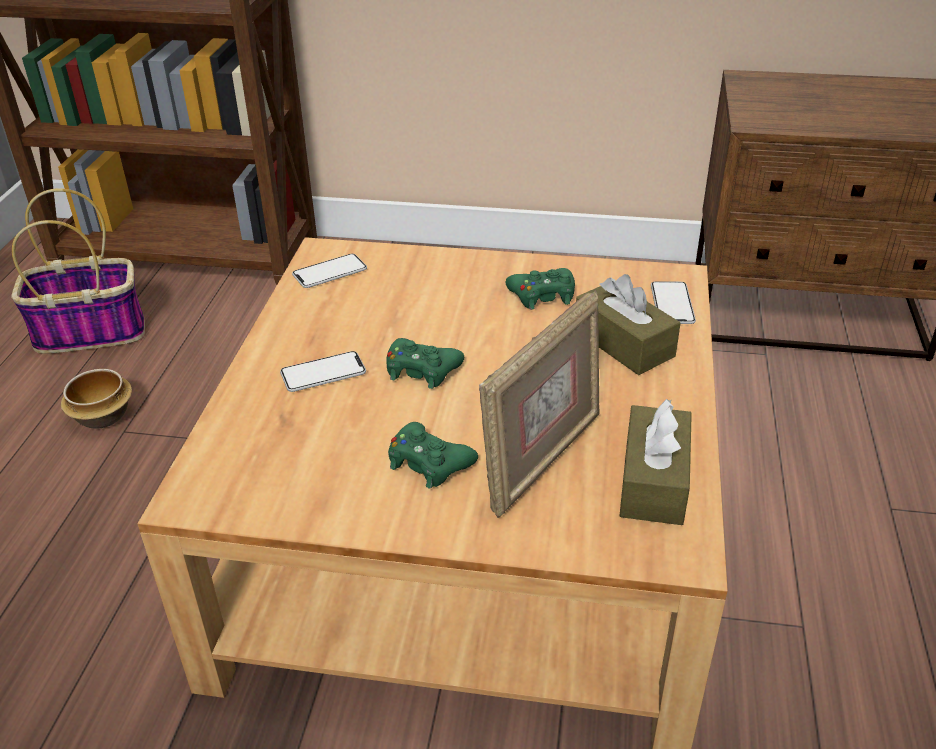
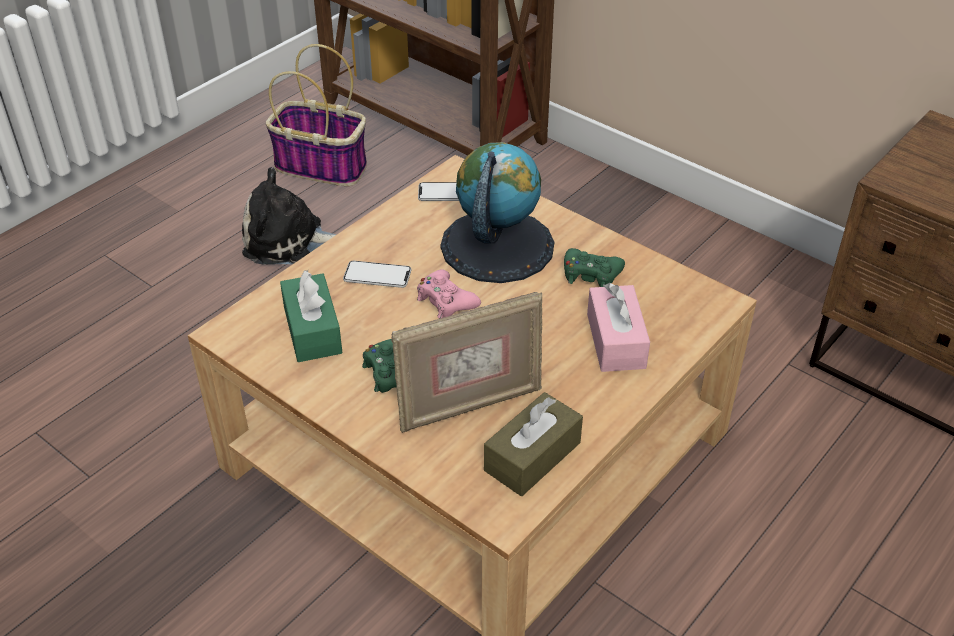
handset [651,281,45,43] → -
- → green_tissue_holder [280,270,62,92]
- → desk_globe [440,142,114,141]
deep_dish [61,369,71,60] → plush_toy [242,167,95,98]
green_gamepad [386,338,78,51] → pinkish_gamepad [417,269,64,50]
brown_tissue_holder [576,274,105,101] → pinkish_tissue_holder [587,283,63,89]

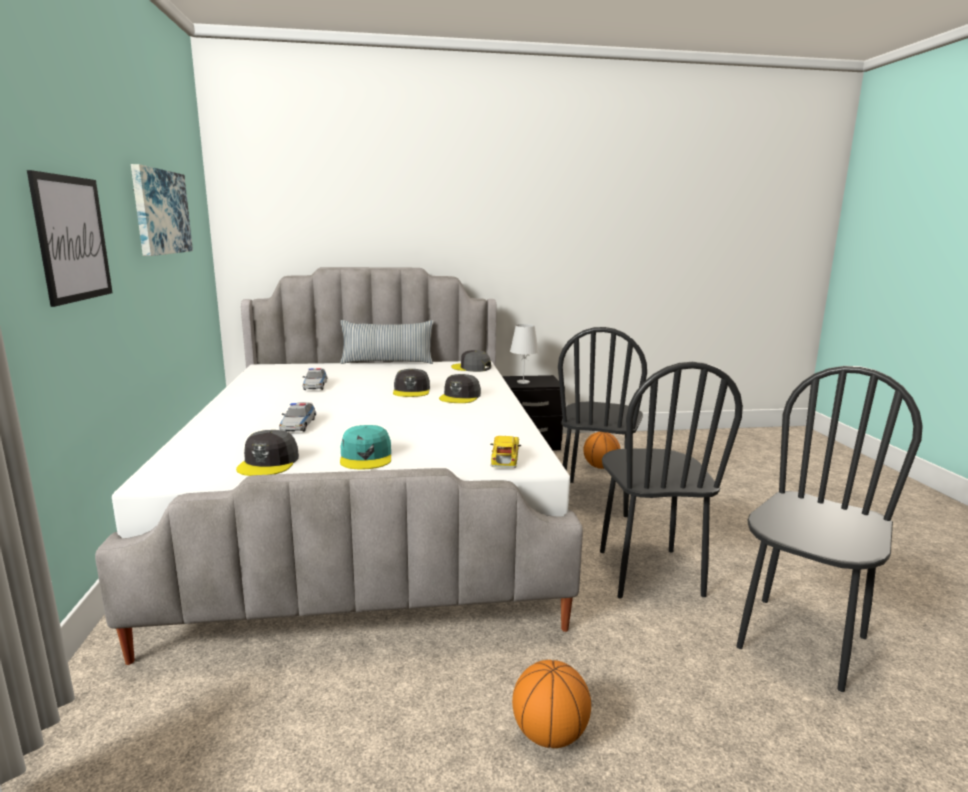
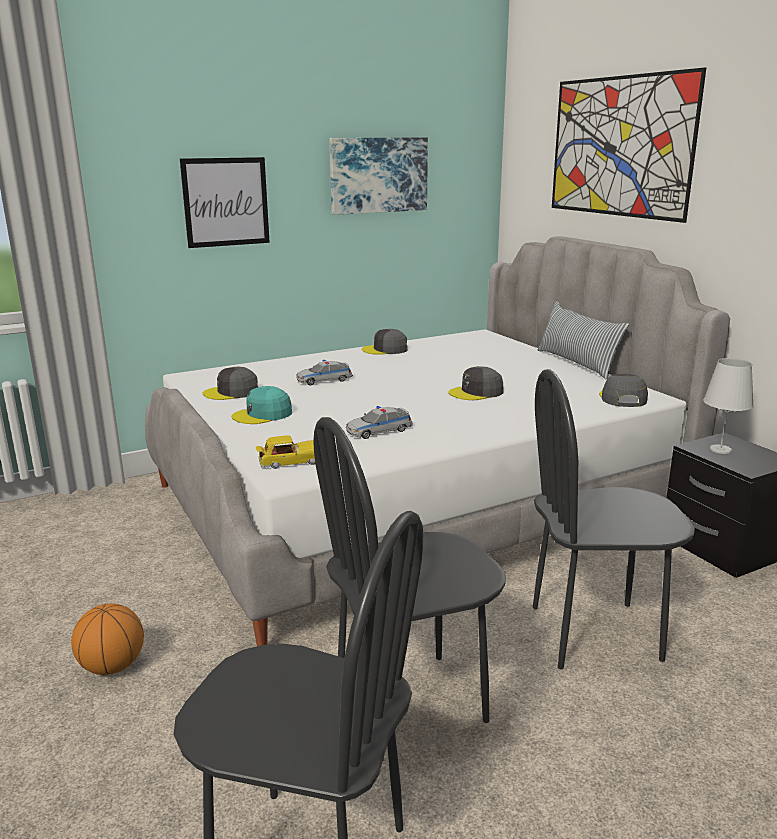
ball_for_basketball [583,432,37,37] → -
- → wall_art [552,67,154,156]
toy_car [302,368,25,22] → toy_car [346,406,67,33], move
grey_cap [439,374,42,29] → grey_cap [362,329,46,26], move

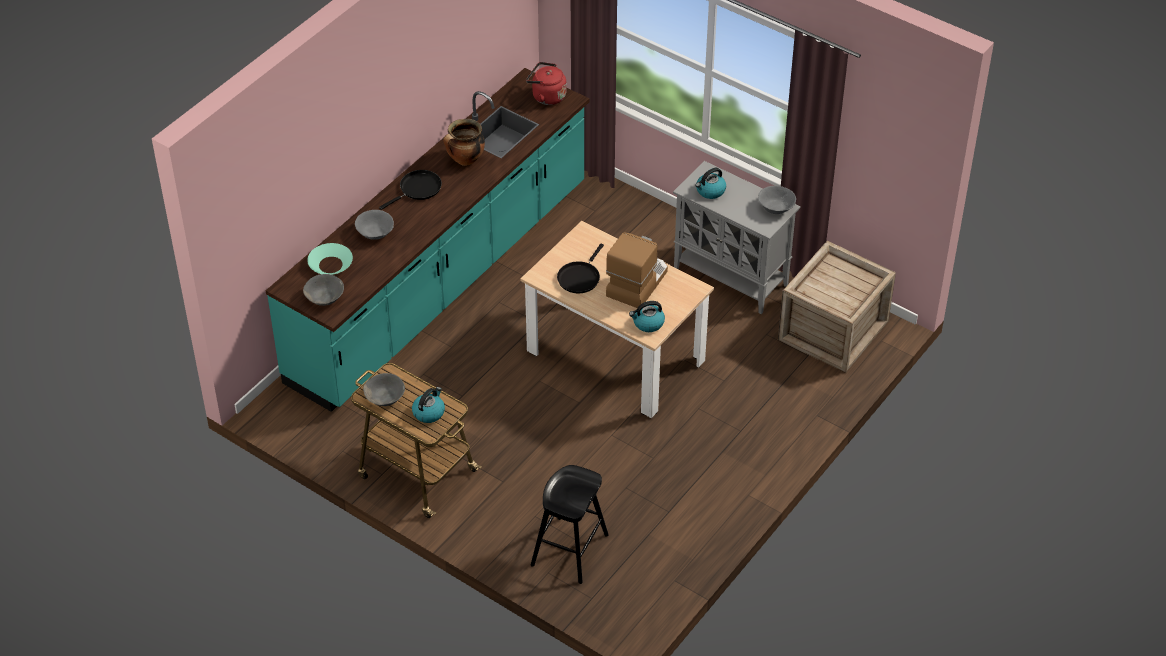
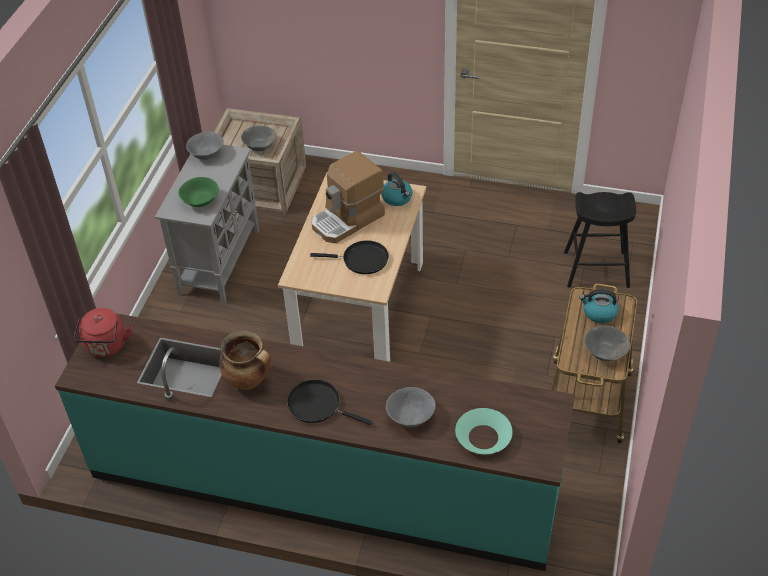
grey_deep_dish [303,274,41,32] → grey_deep_dish [241,126,36,25], move
water_kettle [695,168,31,31] → green_deep_dish [178,177,41,30]
coffee_maker [606,232,62,76] → coffee_maker [312,151,73,92], 45 degrees counterclockwise

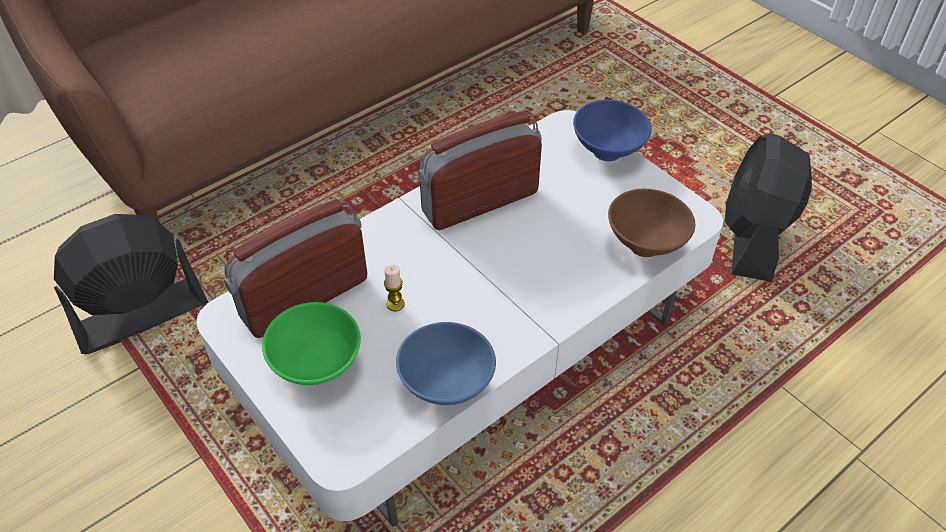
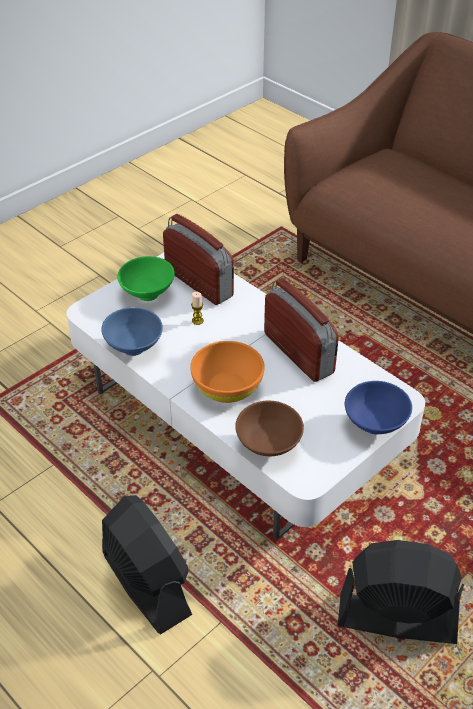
- → orange-coloured_deep_dish [190,341,75,62]
black-coloured_electric_fan [54,214,154,140] → black-coloured_electric_fan [102,495,90,139], move

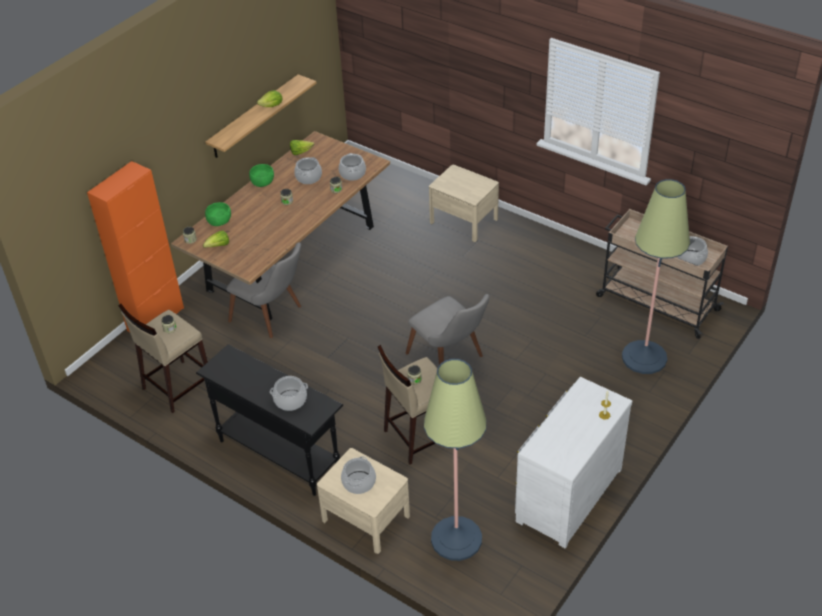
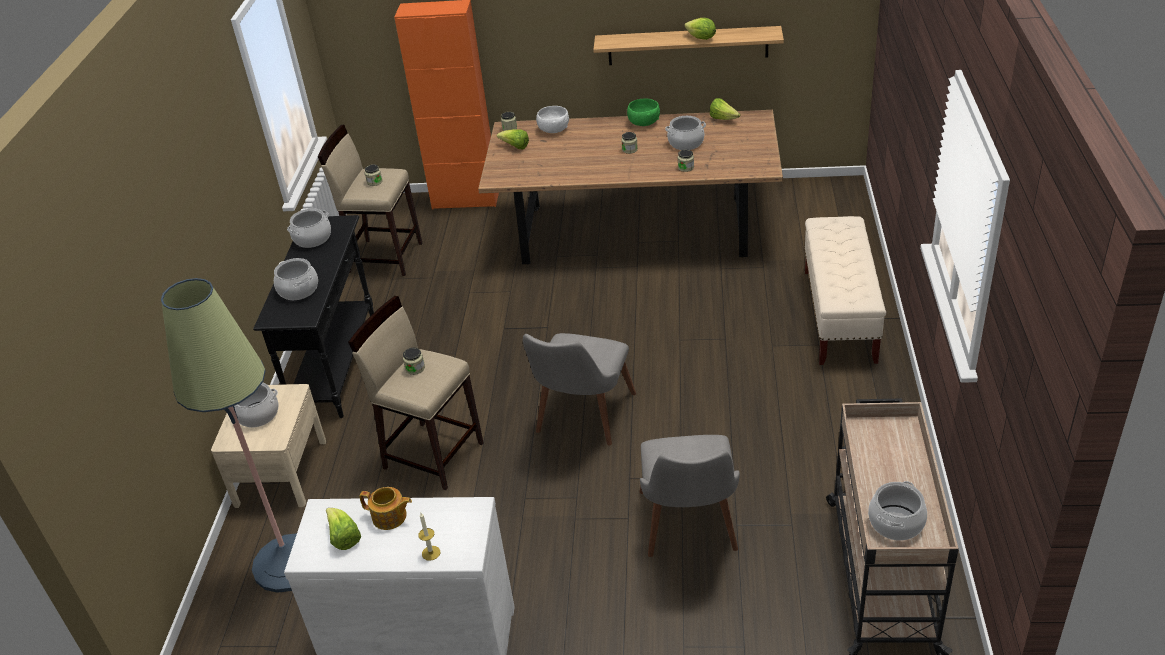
standard_lamp [622,179,68,195] → -
- → lettuce [326,508,35,42]
- → teapot [360,487,52,43]
grey_chair [226,243,75,95] → grey_chair [640,435,100,122], move
stockpot [339,153,27,28] → stockpot [287,208,44,40], move
beige_night_table [429,165,70,77] → beige_bench [804,216,82,149]
green_deep_dish [205,202,26,24] → whitish_deep_dish [536,106,33,27]

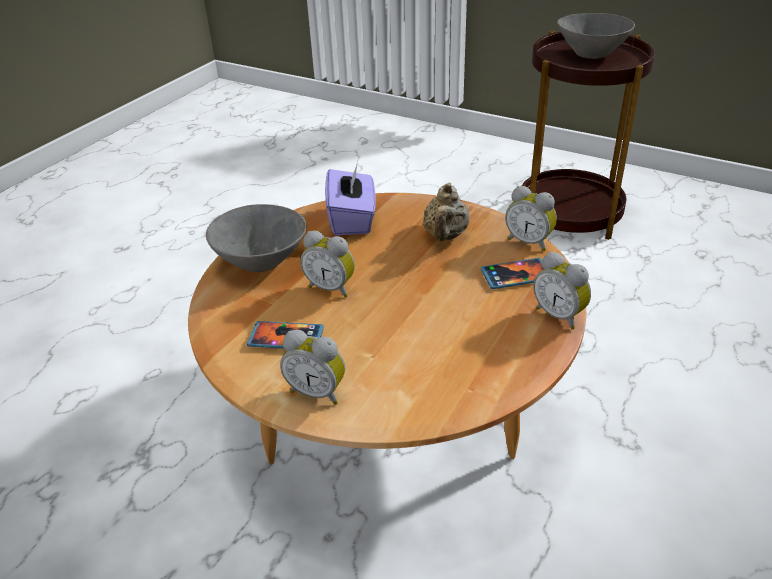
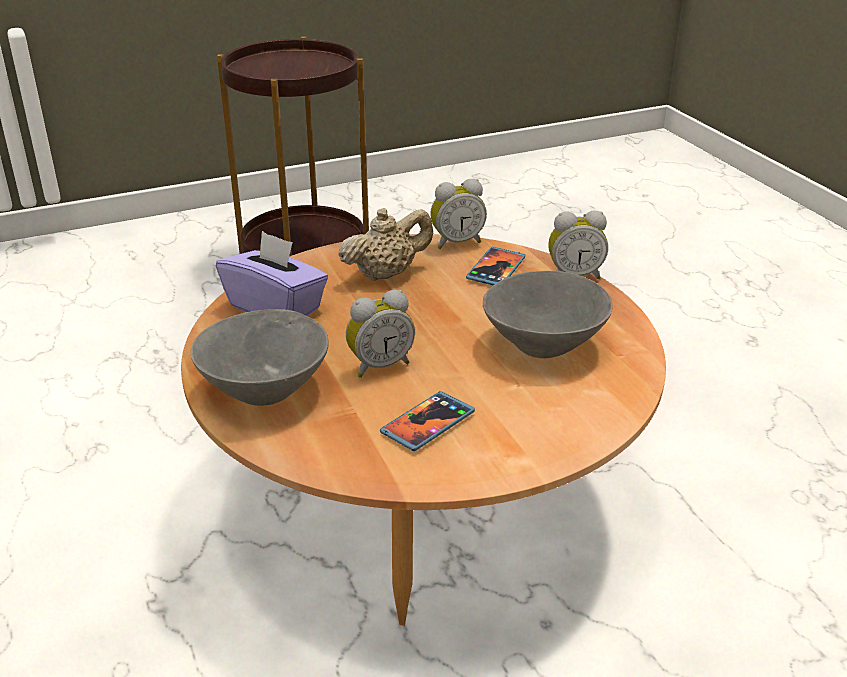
alarm_clock [280,329,65,76] → -
grey_deep_dish [557,13,78,46] → grey_deep_dish [483,271,130,87], move
beige_teapot [423,183,47,58] → beige_teapot [338,208,95,73], 75 degrees counterclockwise

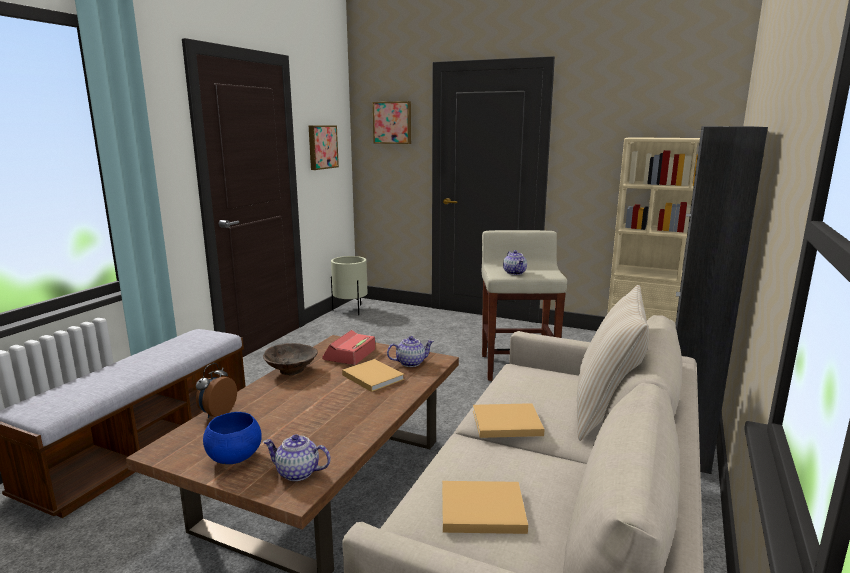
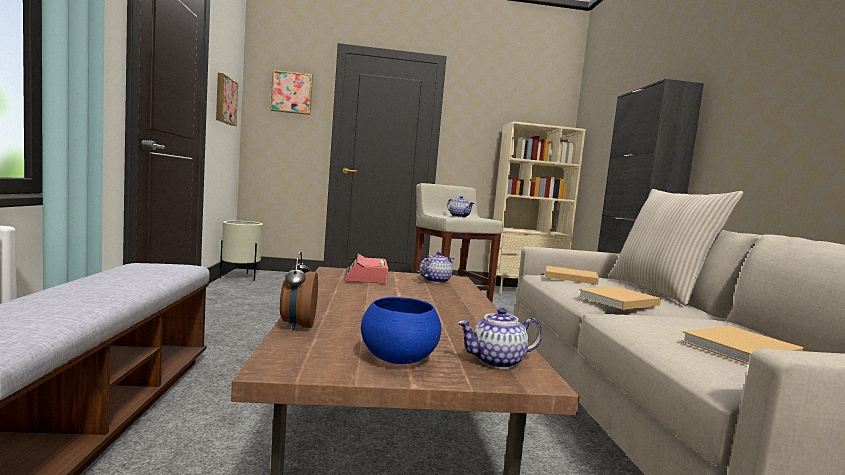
brown_deep_dish [263,343,55,32] → -
beige_volume [342,359,63,33] → beige_volume [545,266,54,19], move

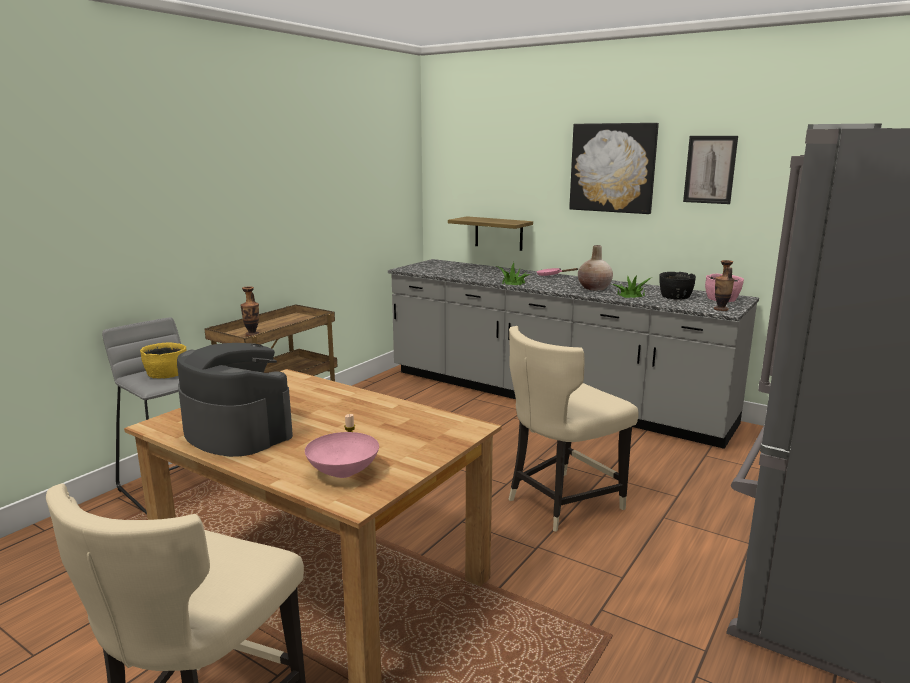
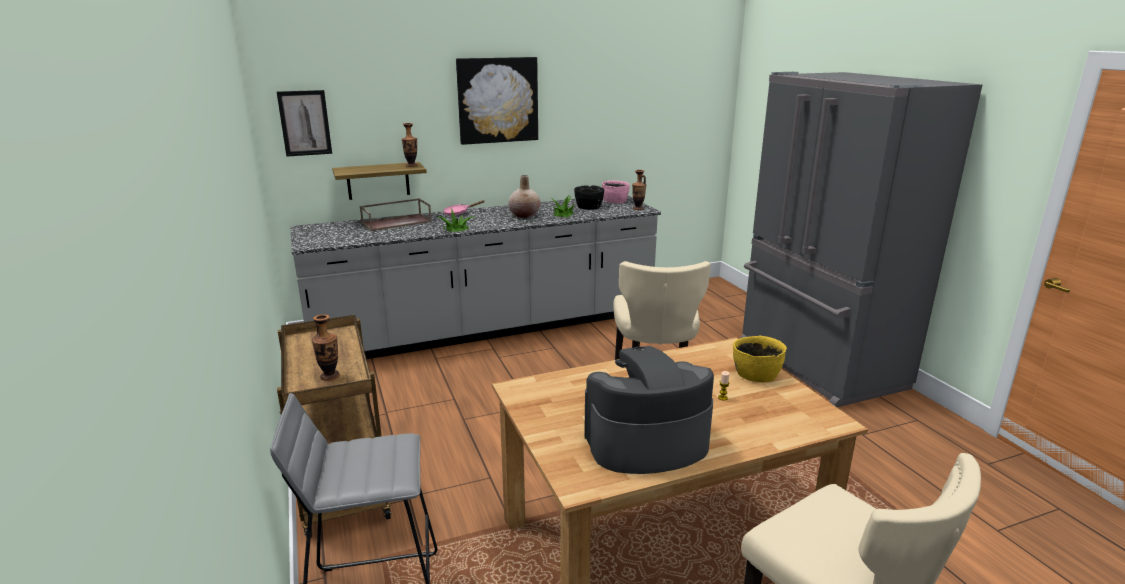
pinkish_deep_dish [305,432,74,46] → -
- → brown_carrying_tray [360,198,72,33]
- → decorative_vase [402,123,16,44]
yellow-coloured_deep_dish [140,343,46,35] → yellow-coloured_deep_dish [733,336,54,47], move
wall_art [683,136,55,68] → wall_art [277,90,55,67], move

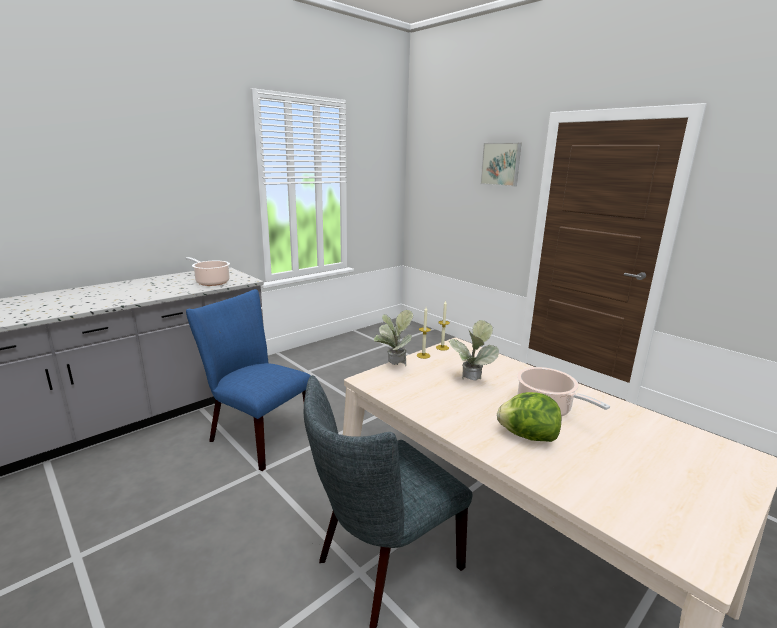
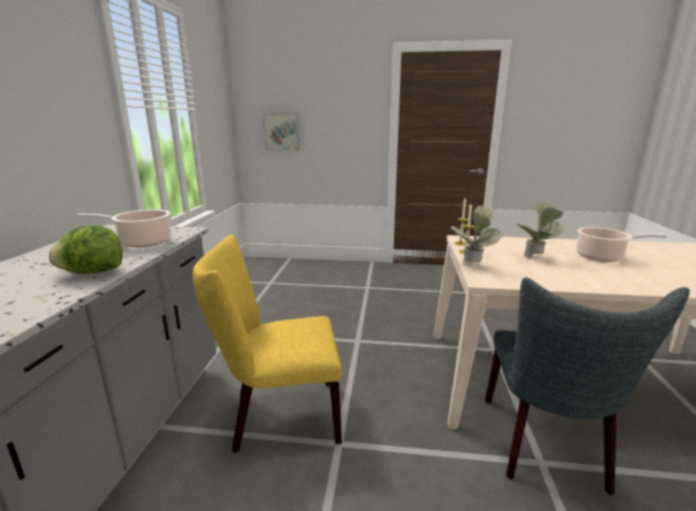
wall_art [480,143,42,43] → wall_art [263,114,37,36], move
lettuce [497,392,65,50] → lettuce [49,225,74,49], move
blue_chair [186,289,125,182] → yellow-coloured_chair [193,234,149,219]

